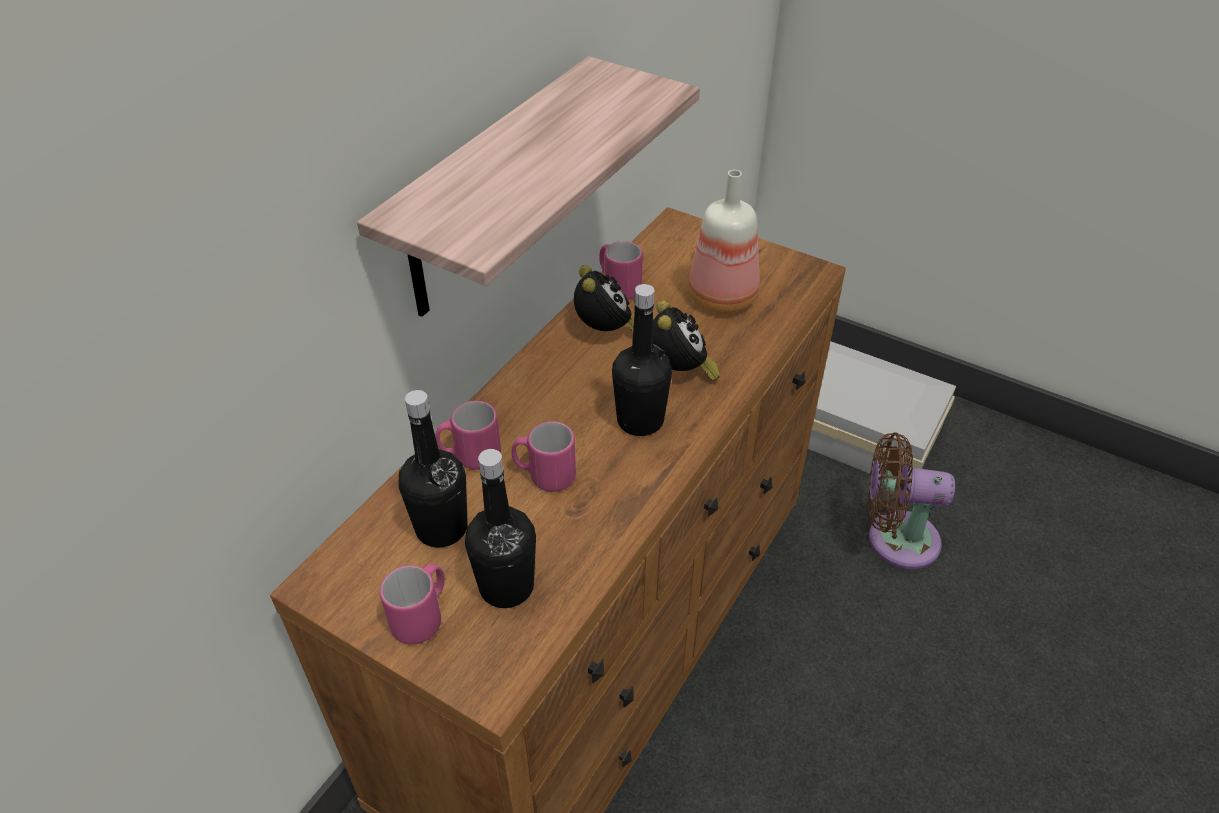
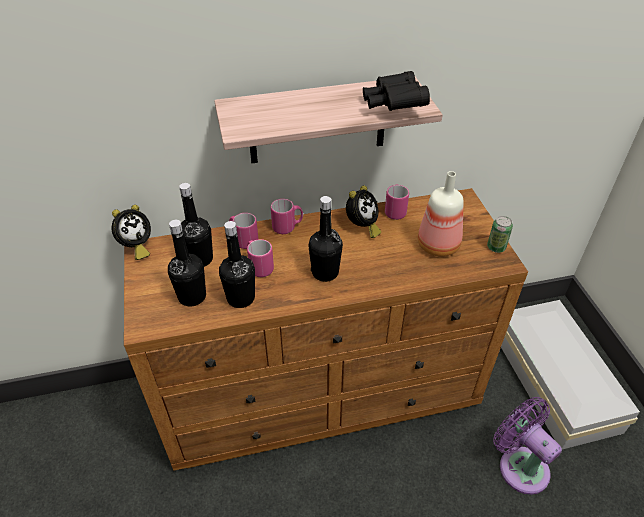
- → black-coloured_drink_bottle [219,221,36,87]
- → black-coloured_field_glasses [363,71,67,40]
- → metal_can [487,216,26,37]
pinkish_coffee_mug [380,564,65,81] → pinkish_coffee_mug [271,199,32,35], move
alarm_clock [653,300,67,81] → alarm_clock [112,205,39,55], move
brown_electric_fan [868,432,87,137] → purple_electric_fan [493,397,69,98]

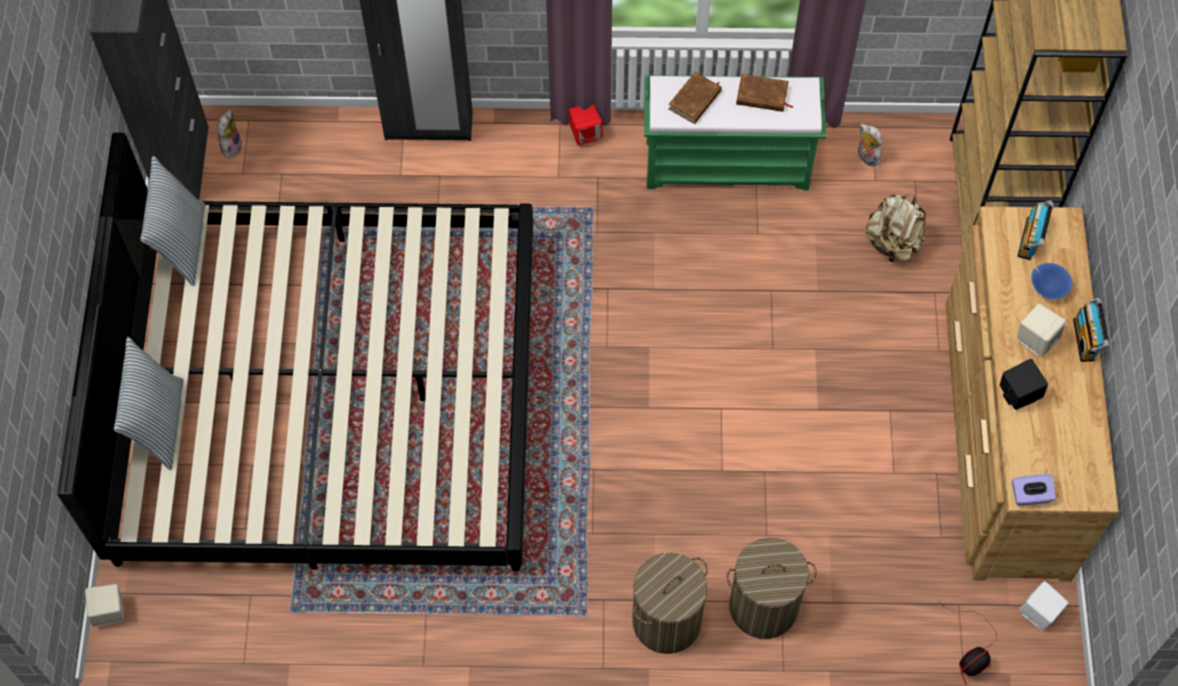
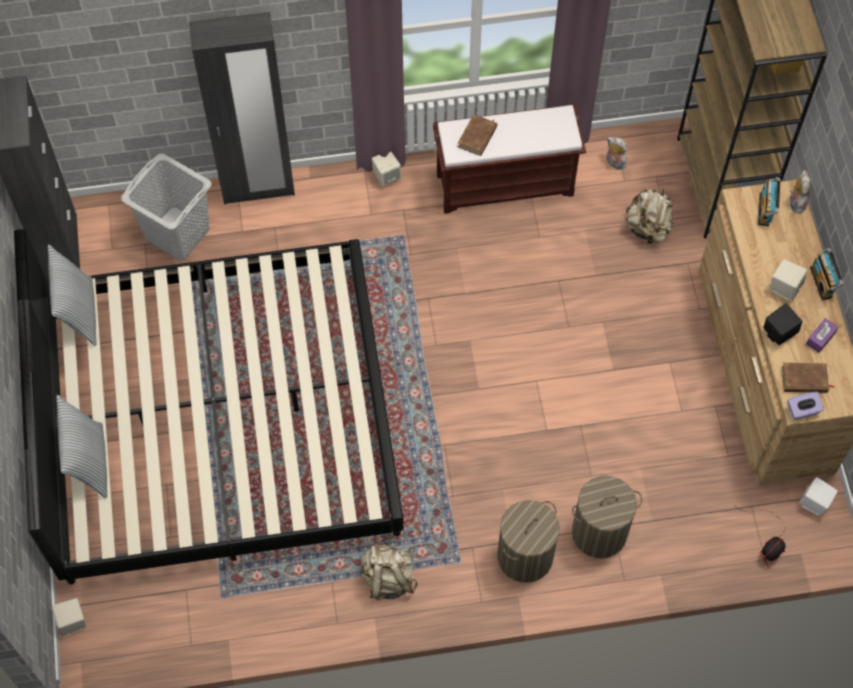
blue_deep_dish [1031,263,41,36] → -
- → grey_laundry_basket [121,153,91,107]
- → beige_backpack [361,541,57,59]
- → purple_tissue_holder [806,318,32,35]
plush_toy [215,110,28,49] → plush_toy [790,170,21,44], move
brown_volume [736,74,57,38] → brown_volume [782,363,52,30], move
red_loudspeaker [569,104,34,42] → beige_loudspeaker [372,152,30,35]
green_bench [644,75,182,115] → brown_bench [433,104,153,110]

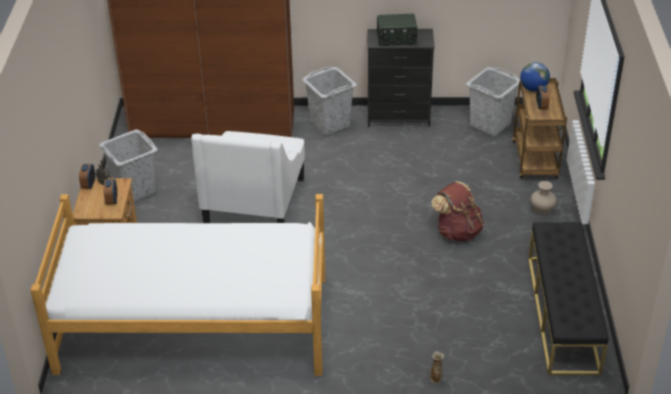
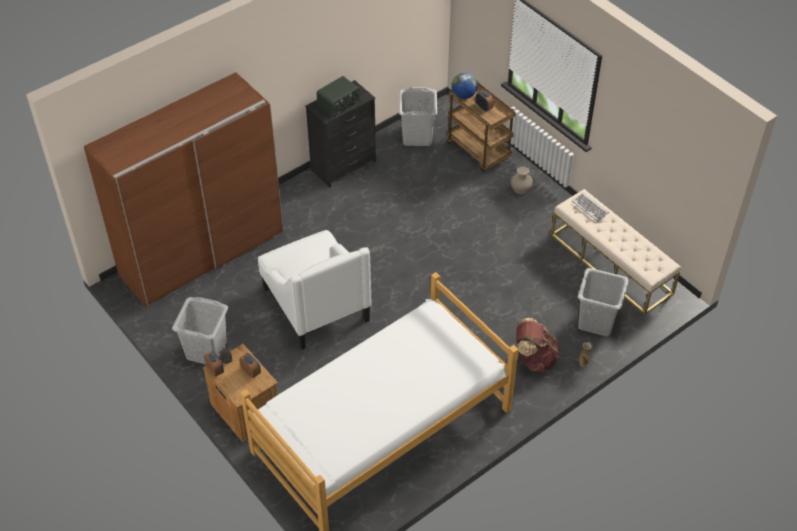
- → PC_keyboard [572,192,37,30]
grey_laundry_basket [302,67,55,68] → grey_laundry_basket [578,268,51,69], move
brown_backpack [431,181,53,60] → brown_backpack [516,318,43,54], move
black-coloured_bench [528,222,81,153] → beige_bench [551,189,130,126]

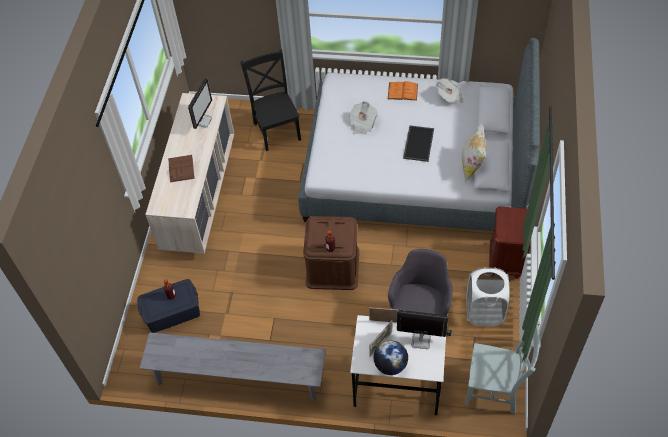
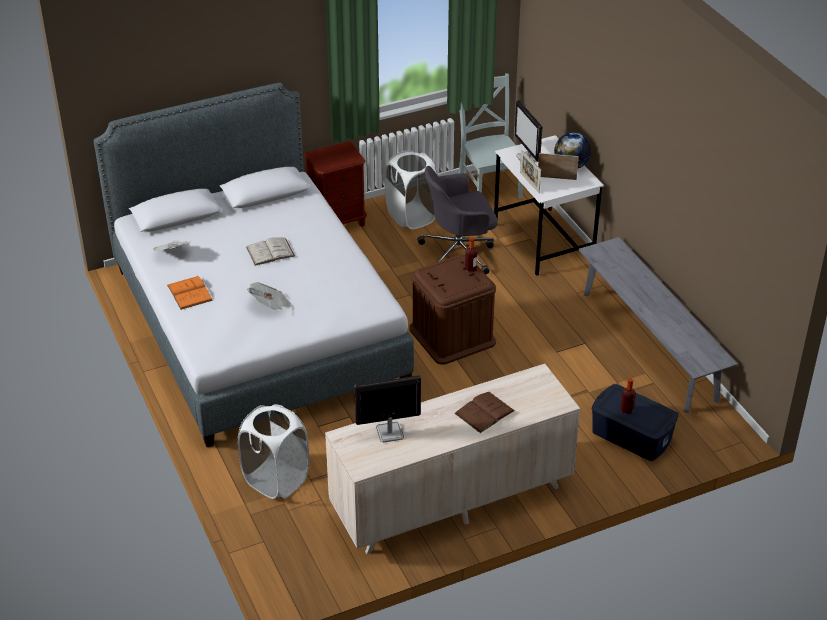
throw_pillow [462,123,24,60] → -
black-coloured_chair [240,49,61,102] → whitish_laundry_basket [238,404,71,95]
carrying_tray [403,125,31,37] → whitish_volume [246,237,49,29]

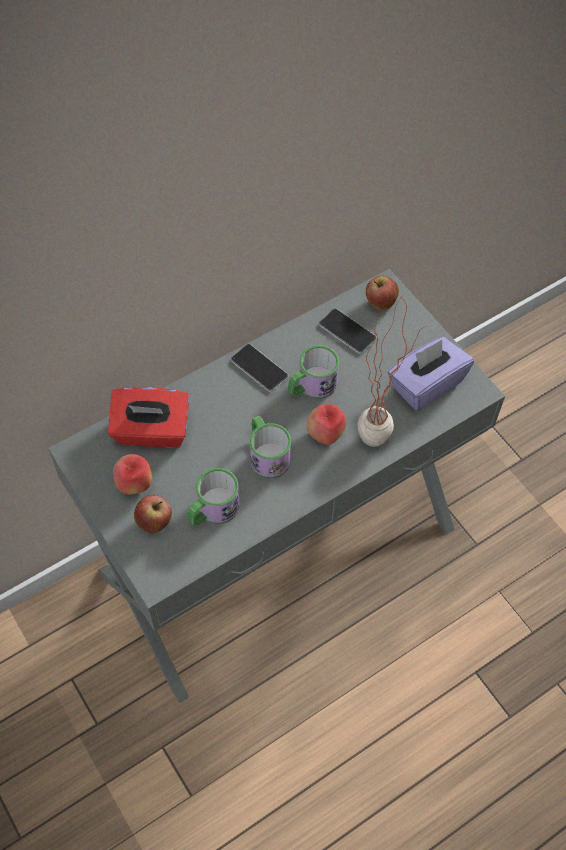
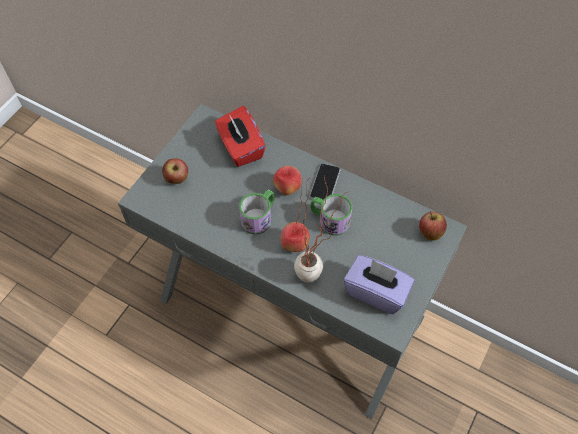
coffee_mug [188,468,51,58] → -
handset [319,309,58,45] → -
apple_fruit [113,454,39,41] → apple_fruit [273,166,29,29], move

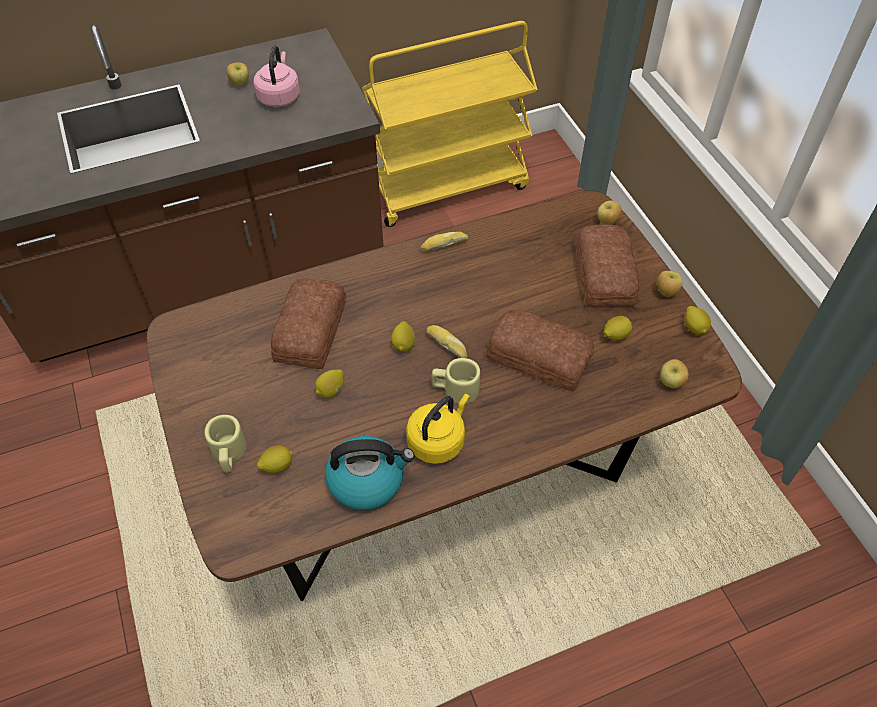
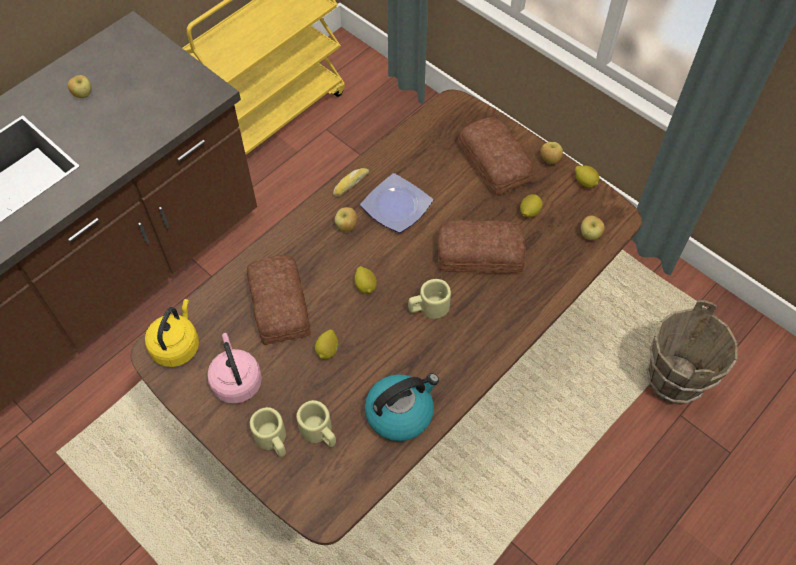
baked_bread [427,325,40,33] → -
- → plate [360,173,73,60]
- → brown_bucket [646,300,92,104]
pinkish_water_kettle [254,45,46,62] → pinkish_water_kettle [207,333,55,71], move
yellow-coloured_water_kettle [406,394,64,70] → yellow-coloured_water_kettle [145,299,54,68], move
apple_fruit [597,201,25,24] → apple_fruit [335,207,22,25], move
citrus_fruit [257,445,36,28] → beige_coffee_mug [296,400,40,47]

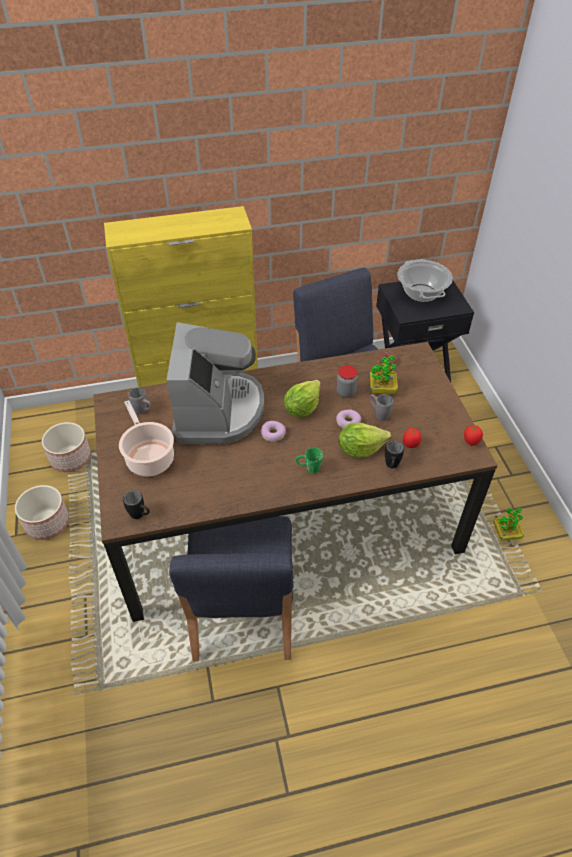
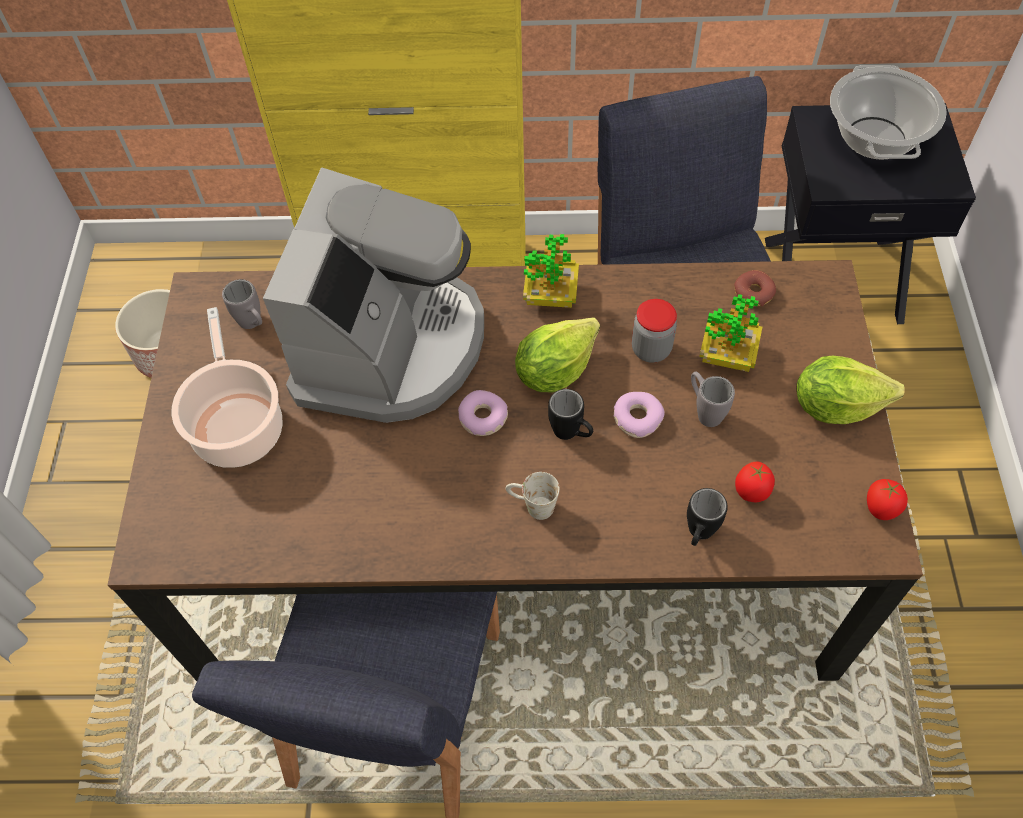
planter [15,485,54,55] → -
black-coloured_coffee_mug [123,490,27,29] → black-coloured_coffee_mug [548,389,45,51], move
lettuce [338,423,53,35] → lettuce [796,356,109,68], move
houseplant [493,508,31,33] → houseplant [523,234,56,74], move
green_coffee_mug [295,448,28,25] → whitish_coffee_mug [506,472,54,48]

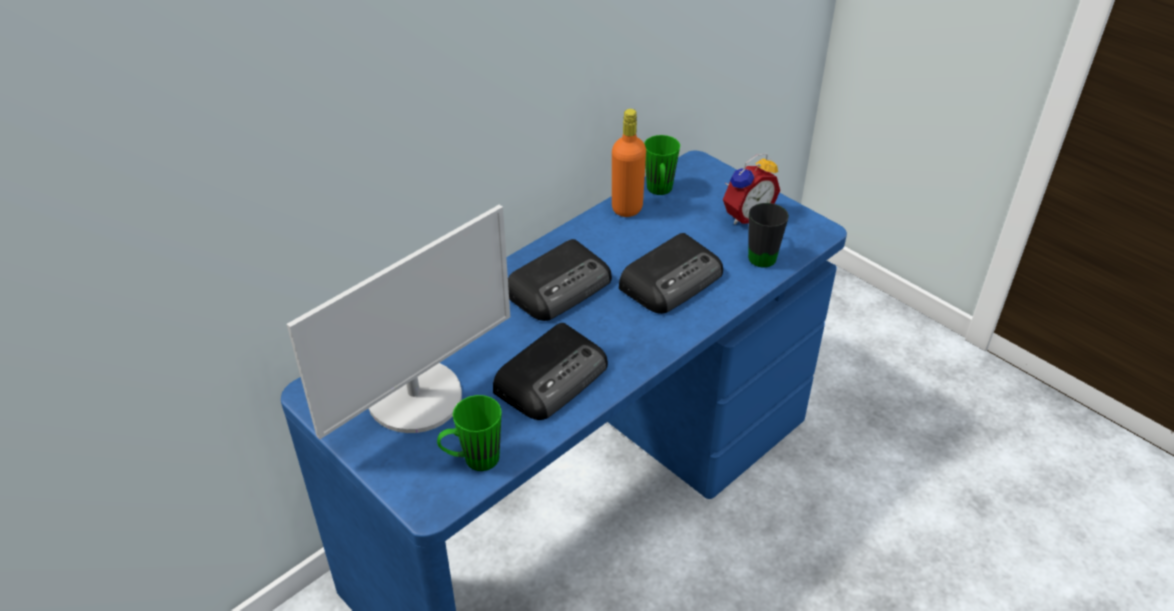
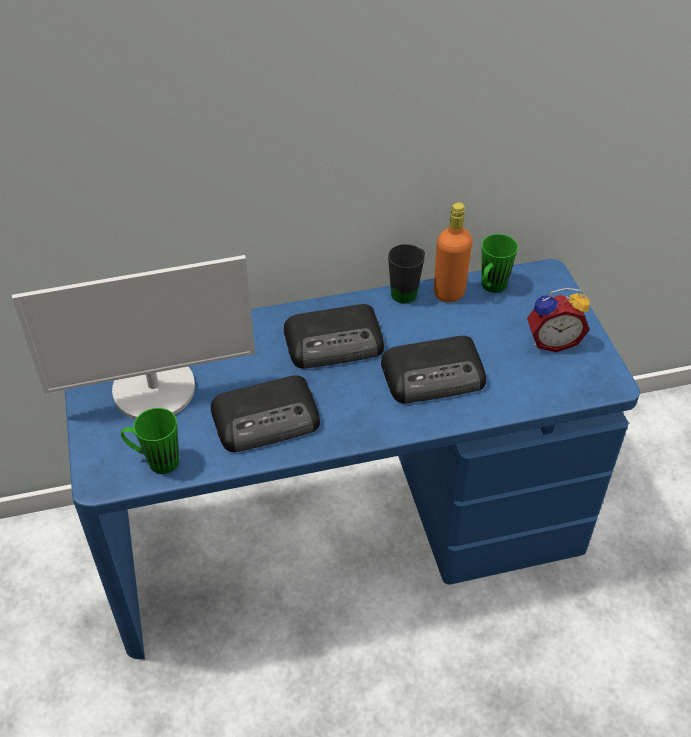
black-coloured_coffee_mug [748,203,41,65] → black-coloured_coffee_mug [388,244,37,60], move

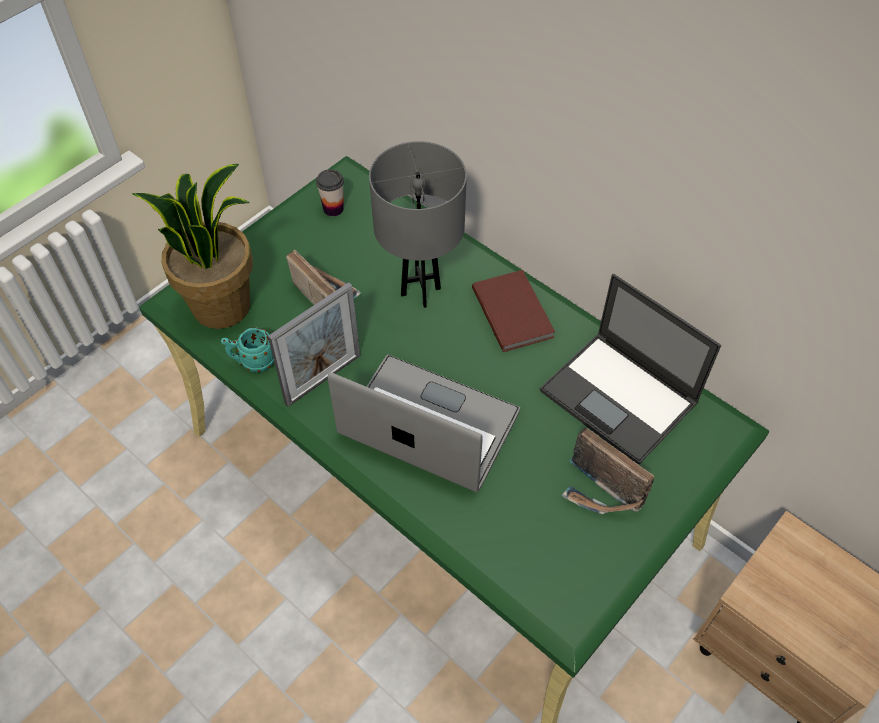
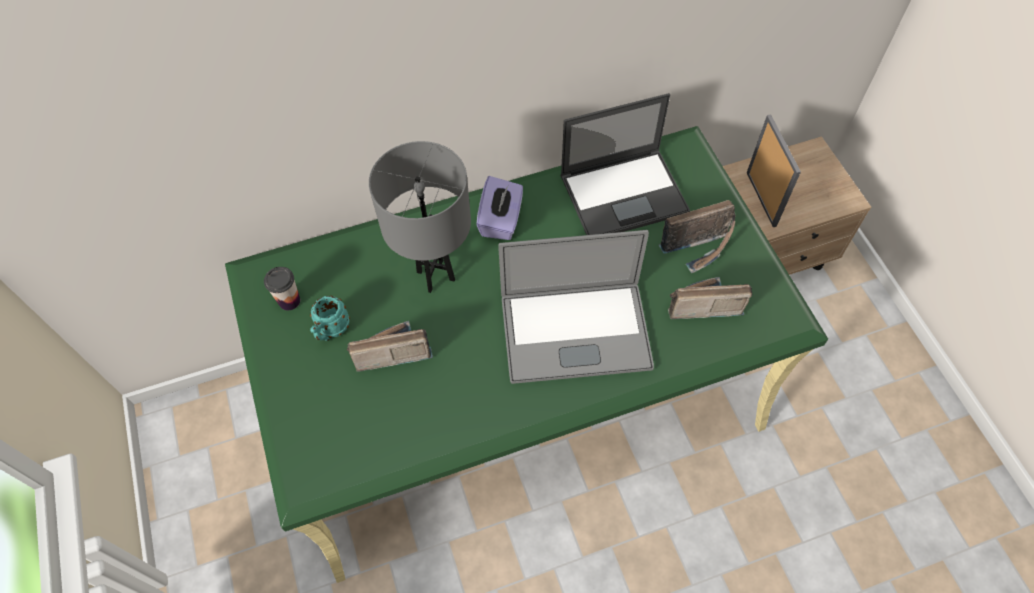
houseplant [132,164,121,165] → -
- → radio_set [668,277,84,42]
blue-green_coffee_mug [221,327,53,46] → blue-green_coffee_mug [310,295,40,46], move
standing_frame [268,282,92,125] → standing_frame [747,114,54,113], move
brown_volume [472,270,83,82] → purple_tissue_holder [476,176,47,64]
laptop [328,355,192,137] → laptop [498,230,156,154], 150 degrees counterclockwise

